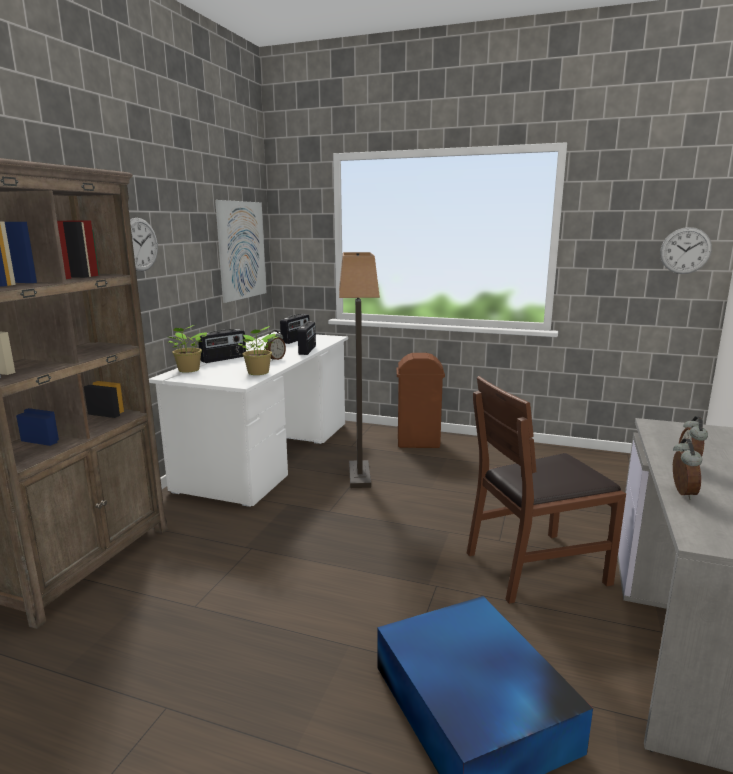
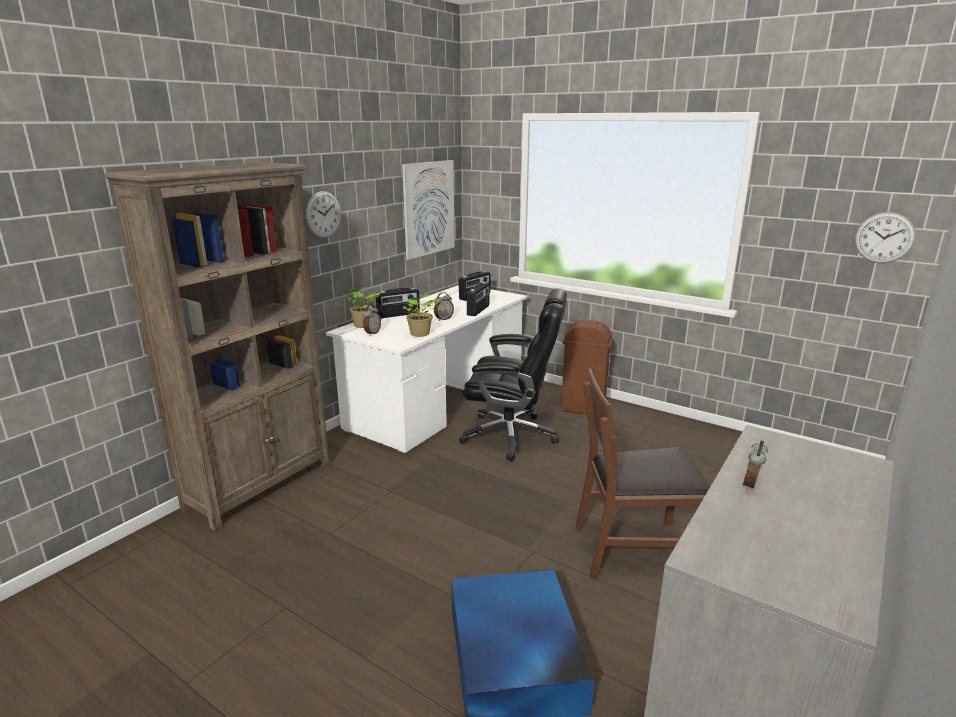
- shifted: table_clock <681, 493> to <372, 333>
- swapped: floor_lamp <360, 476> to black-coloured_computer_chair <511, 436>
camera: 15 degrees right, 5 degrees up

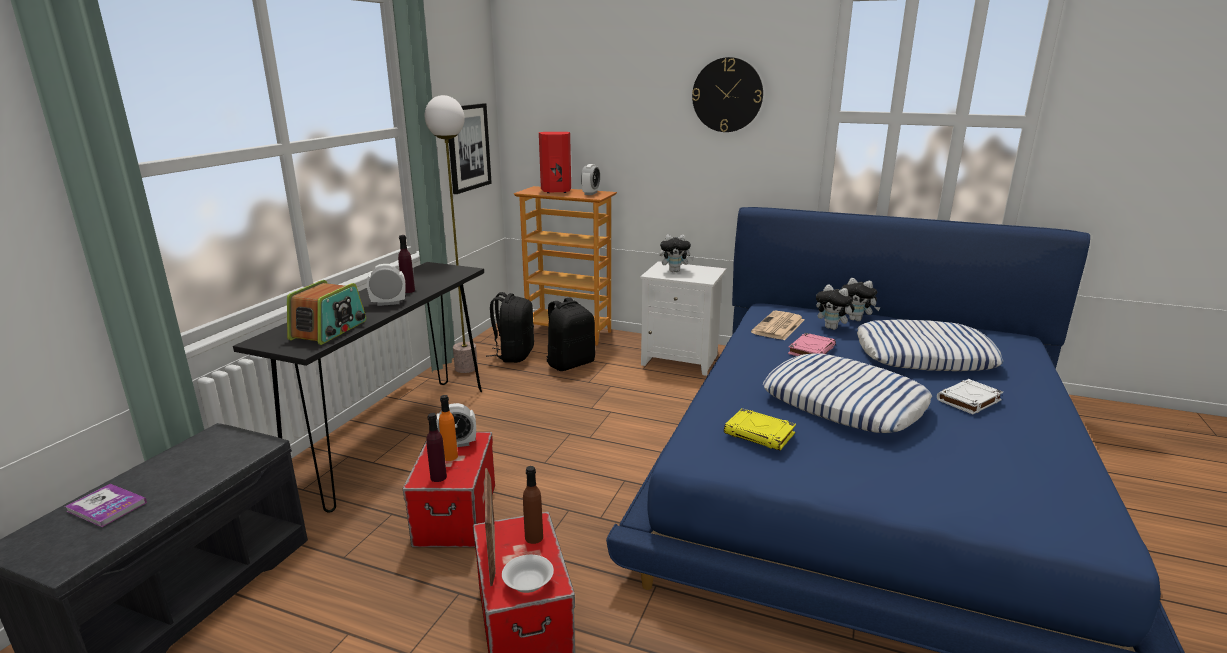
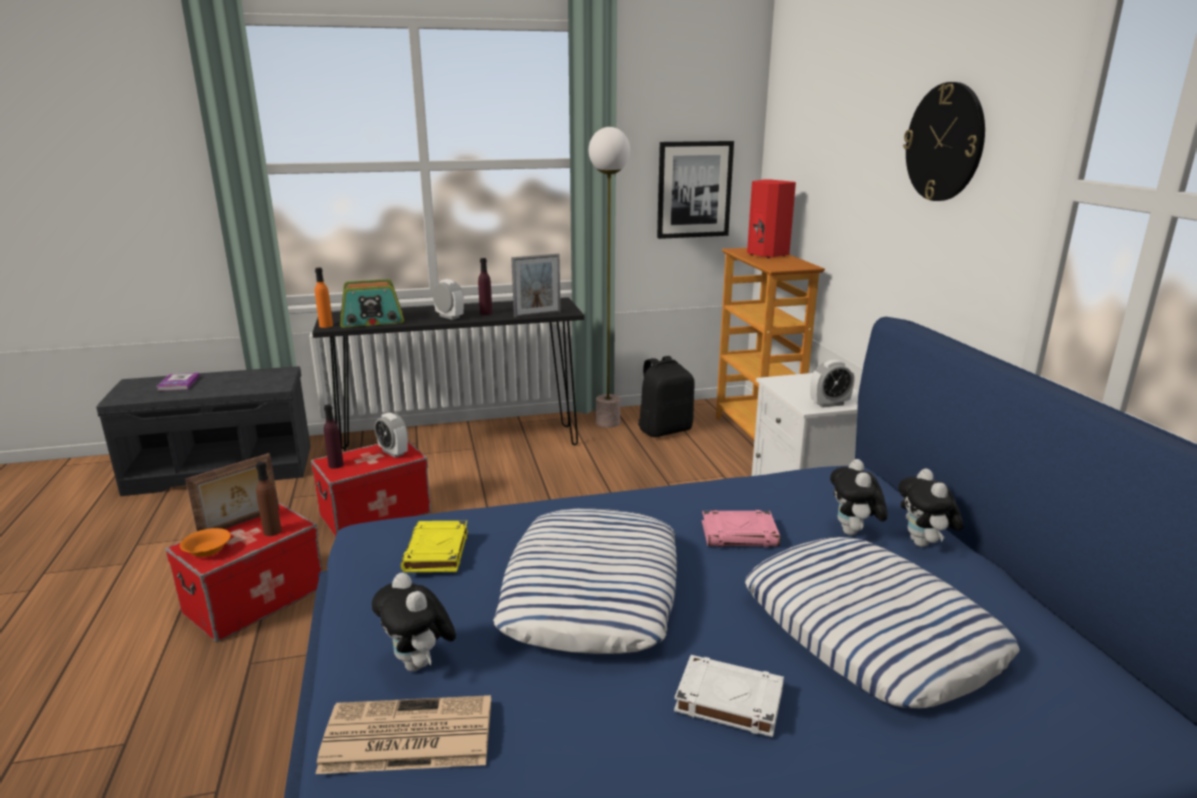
- gone: black-coloured_rucksack <570, 363>
- new: picture_frame <537, 314>
- shifted: orange-coloured_bottle <450, 456> to <326, 325>
- shifted: table_clock <590, 193> to <829, 404>
- shifted: soft_toy <675, 271> to <419, 664>
- shifted: newspaper <778, 326> to <405, 736>
- repainted: whitish_bowl <528, 583> to orange-coloured_bowl <207, 551>
camera: 55 degrees right, 0 degrees up

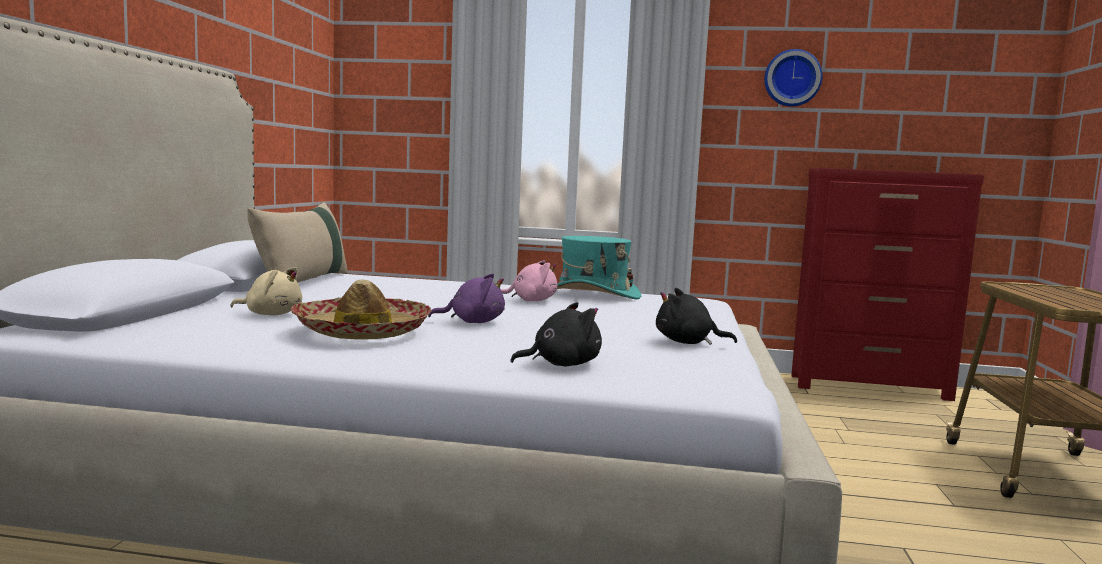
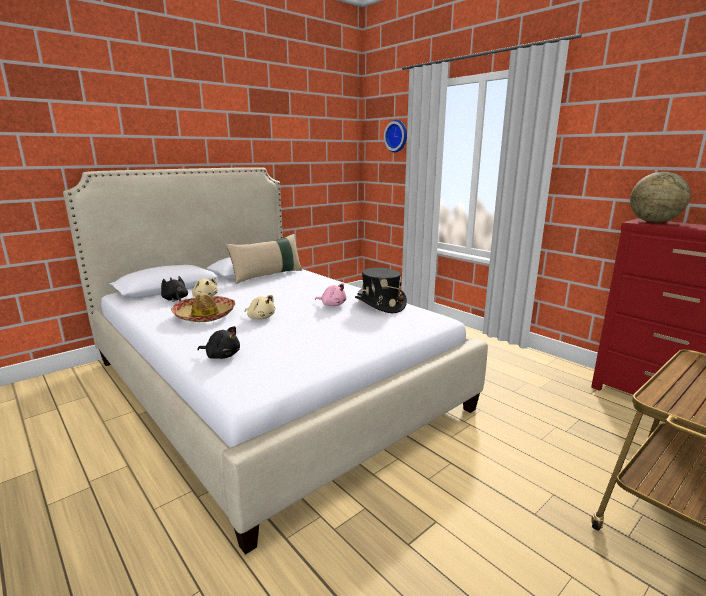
- new: world_globe <653, 222>
- shifted: black-coloured_soft_toy <687, 343> to <175, 299>
- shifted: clock_on_the_wall <792, 78> to <397, 136>
- repainted: purple_soft_toy <473, 322> to beige-coloured_soft_toy <260, 317>
- repainted: turquoise-coloured_clothing_hat <593, 294> to black-coloured_clothing_hat <380, 304>
camera: 40 degrees right, 10 degrees up

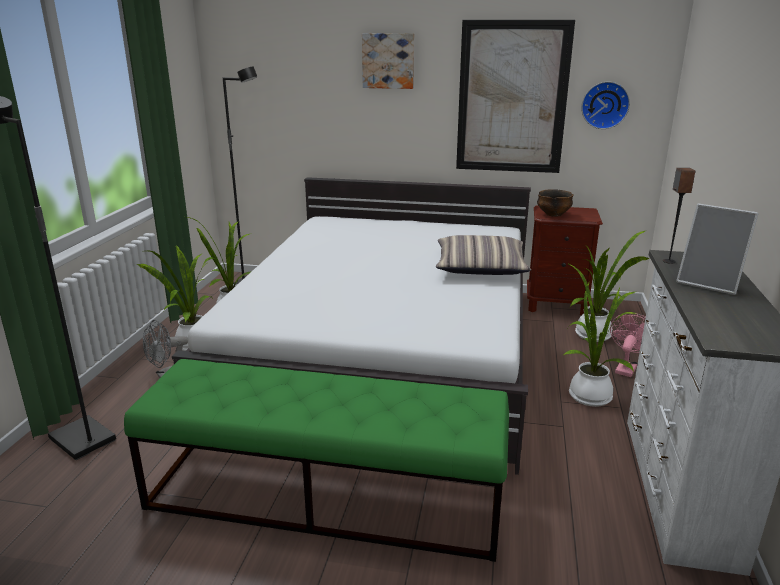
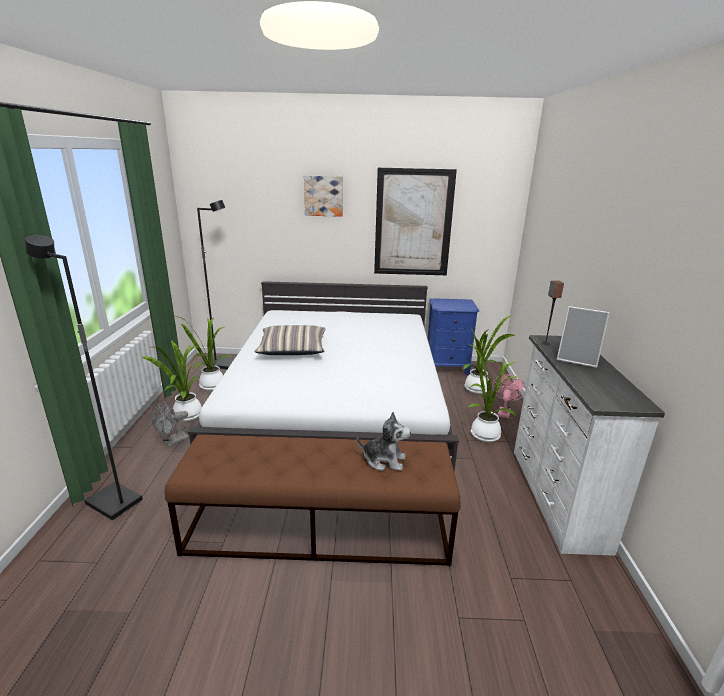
- gone: bowl <553, 215>
- gone: clock_on_the_wall <604, 105>
- new: soft_toy <384, 460>
- shifted: pillow <480, 267> to <292, 349>
- repainted: greenish_bench <326, 496> to brown_bench <319, 529>
- repainted: brown_night_table <557, 305> to blue_night_table <447, 367>
camera: 10 degrees left, 0 degrees up

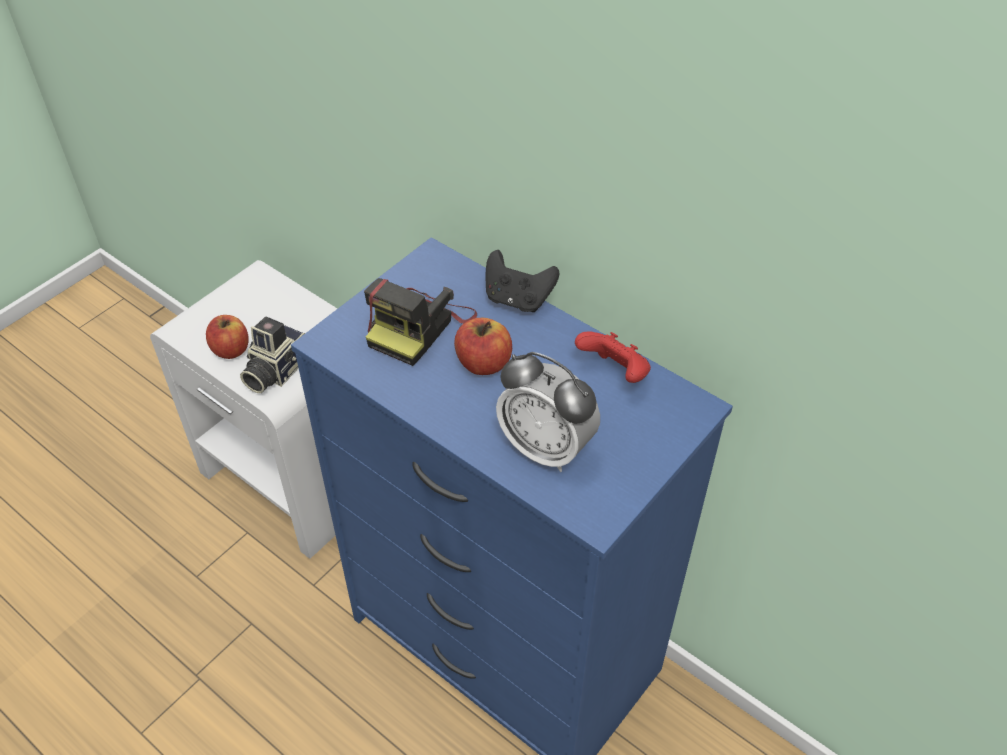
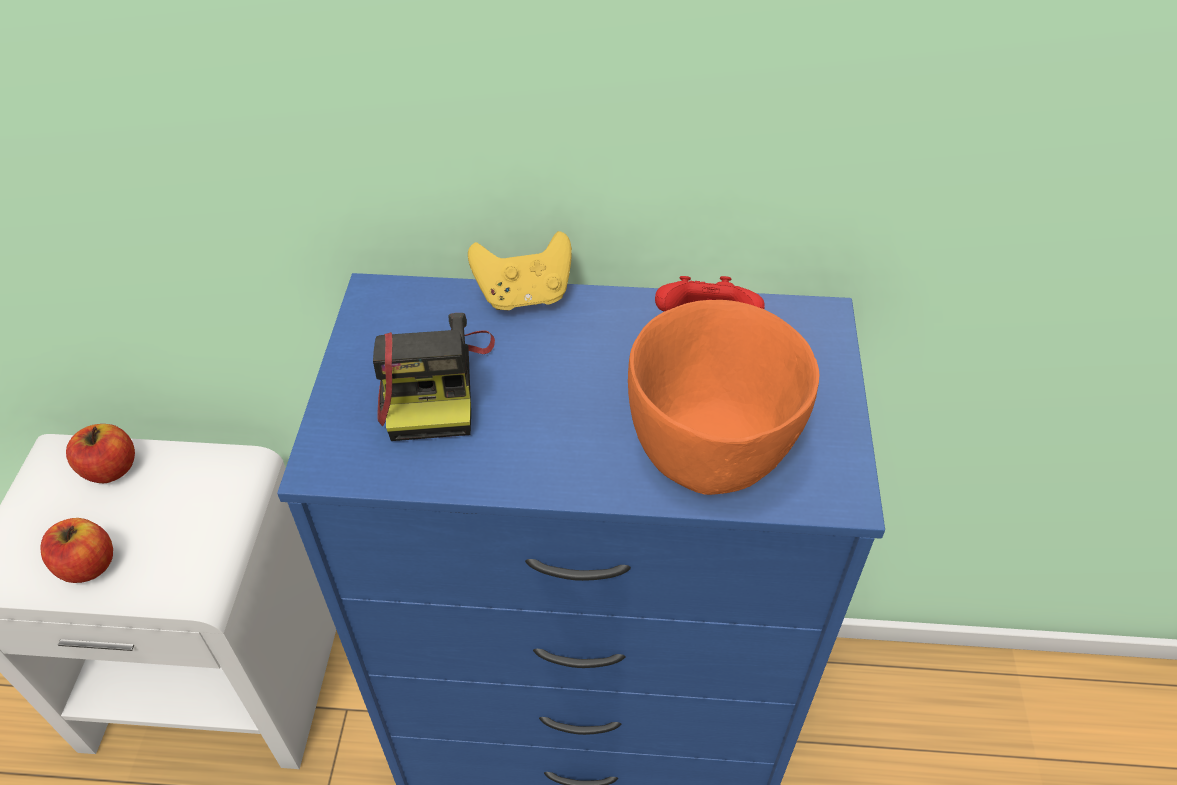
- gone: still_camera <274, 370>
- shifted: apple <483, 363> to <110, 469>
- swapped: table_clock <546, 448> to orange-coloured_bowl <713, 447>
- repainted: black-coloured_joypad <518, 299> to yellow_joypad <524, 296>
camera: 35 degrees left, 0 degrees up

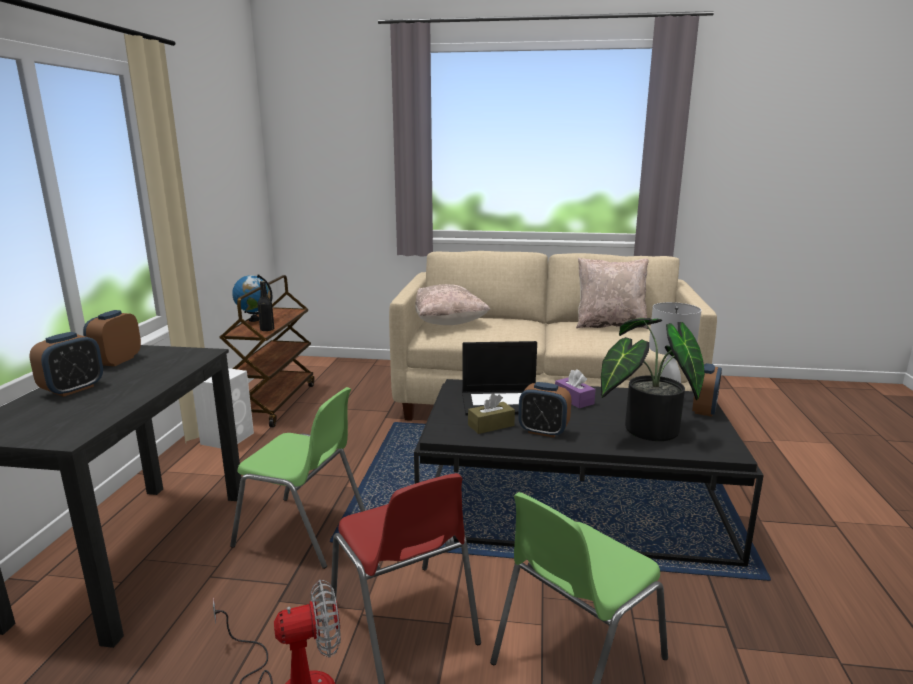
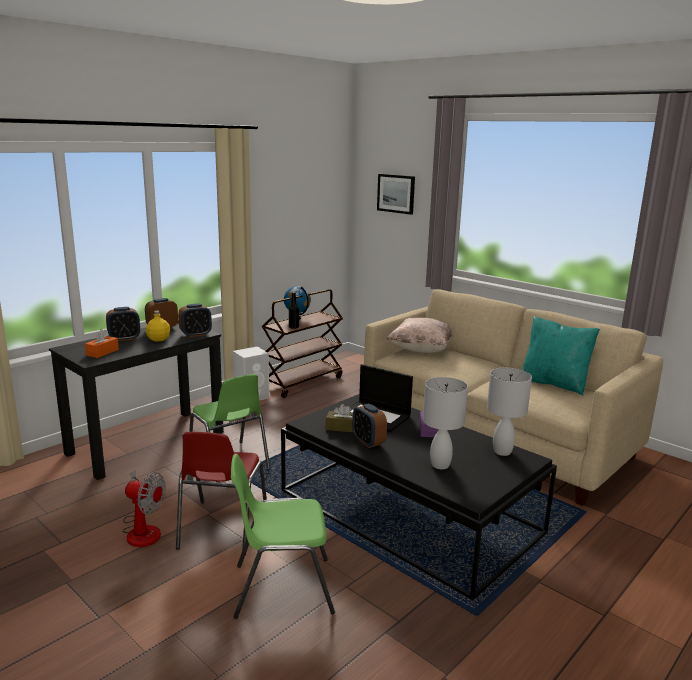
- new: orange-coloured_box_of_tissues <102, 352>
- new: yellow_bottle <158, 339>
- new: wall_art <396, 193>
- shifted: table_clock <704, 410> to <196, 334>
- swapped: potted_plant <644, 430> to whitish_table_lamp <439, 465>
- repainted: beige-coloured_pillow <610, 325> to turquoise-coloured_pillow <554, 383>
camera: 35 degrees right, 0 degrees up

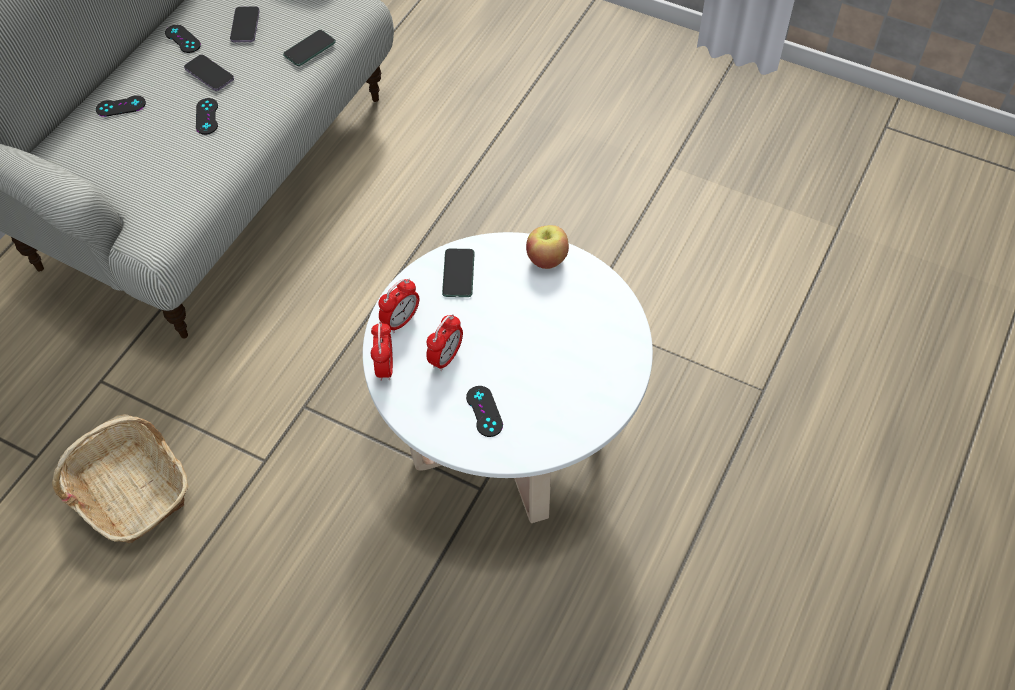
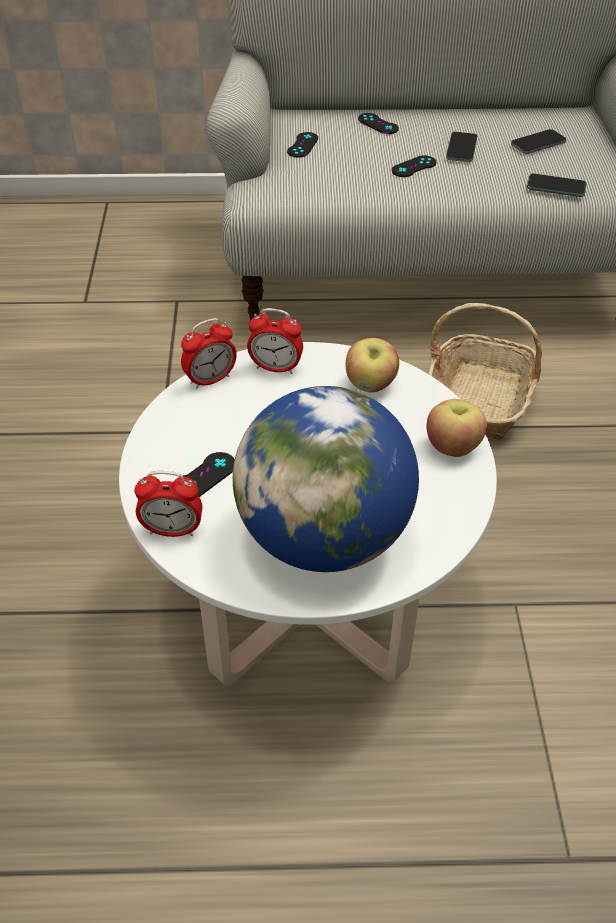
- new: world_globe <324, 537>
- shifted: household_basket <130, 489> to <479, 399>
- shifted: black-coloured_joypad <182, 39> to <302, 145>
- shifted: table_clock <446, 358> to <172, 530>
- swapped: handset <458, 274> to apple <370, 384>
camera: 60 degrees right, 10 degrees down

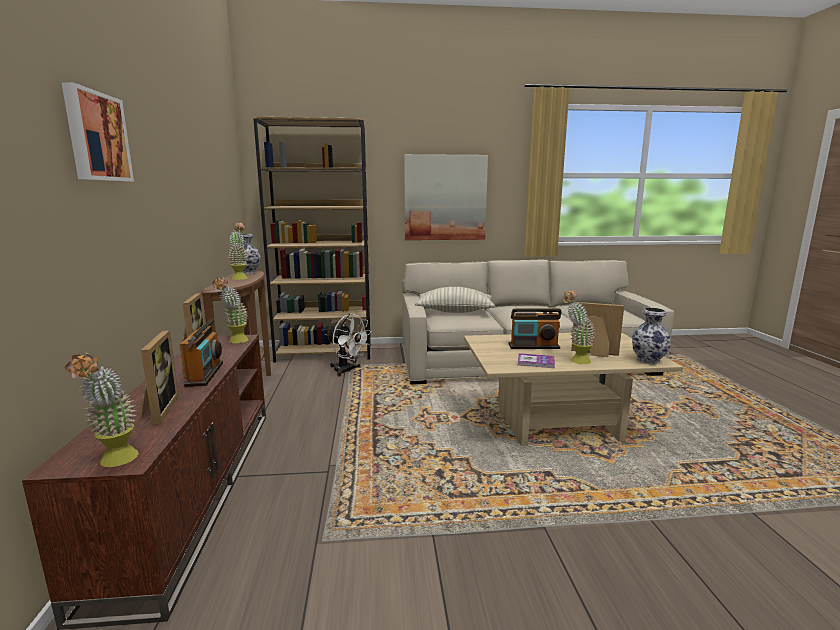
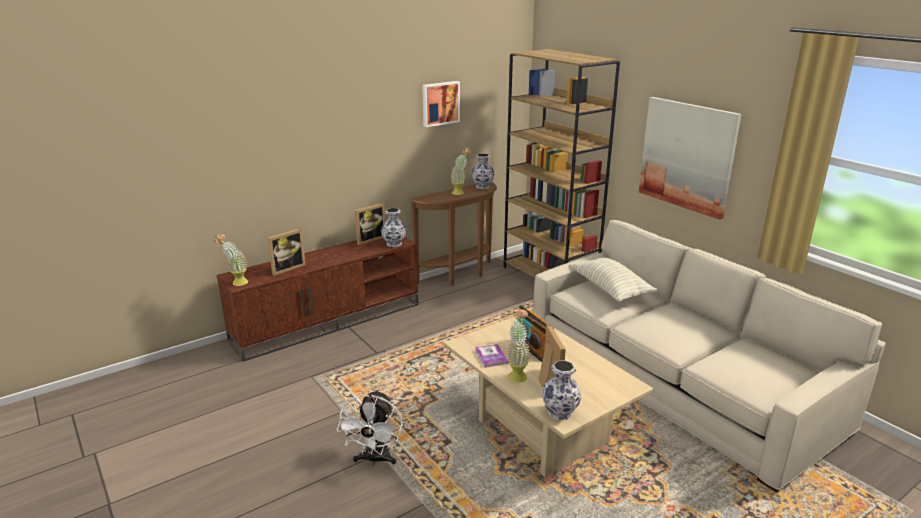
- gone: radio_set <205, 374>
- shifted: wall_art <96, 137> to <440, 103>
- shifted: whitish_fan <347, 371> to <375, 460>
- swapped: potted_plant <235, 342> to flower_vase <393, 244>
camera: 60 degrees right, 10 degrees up

